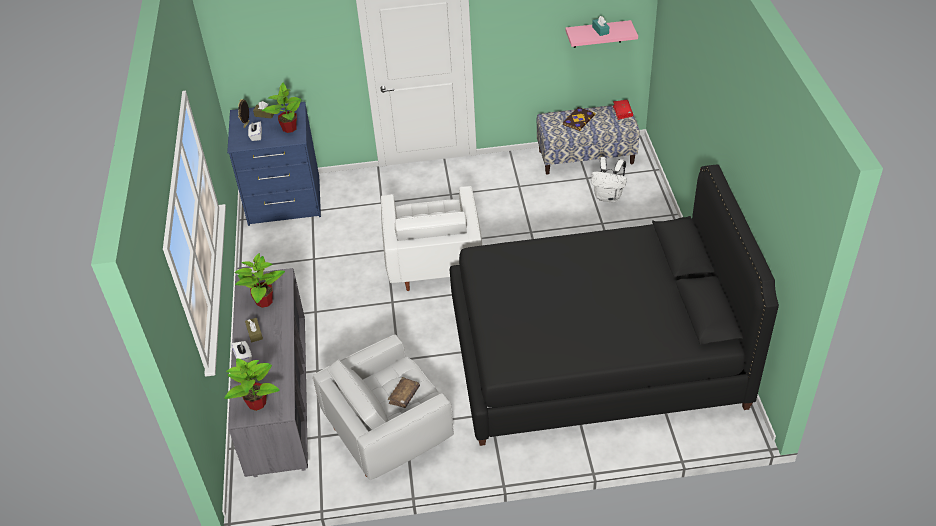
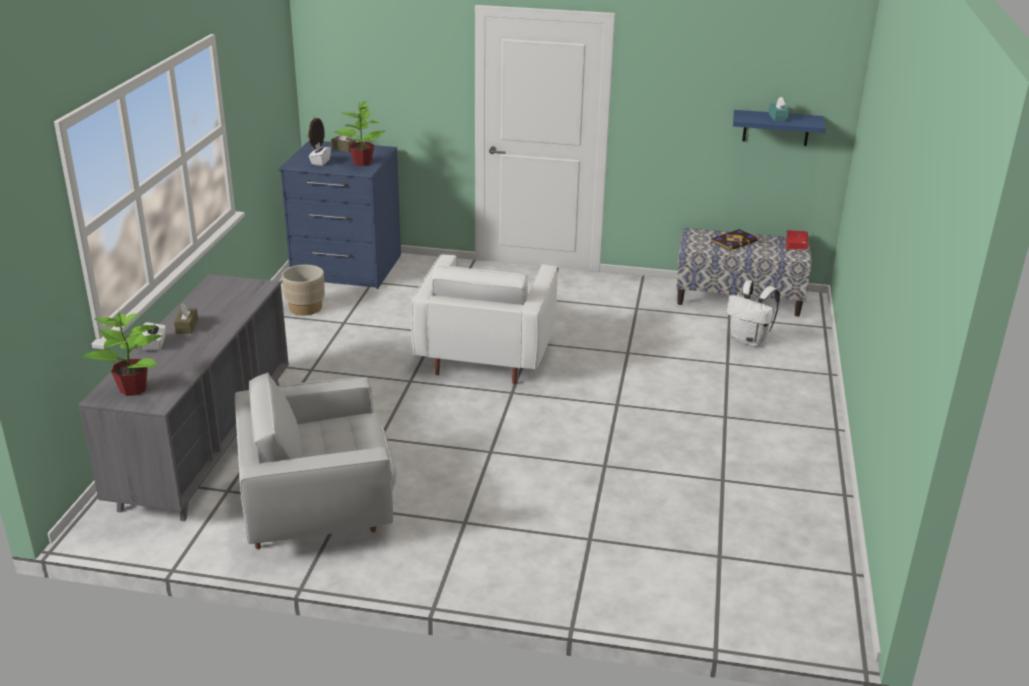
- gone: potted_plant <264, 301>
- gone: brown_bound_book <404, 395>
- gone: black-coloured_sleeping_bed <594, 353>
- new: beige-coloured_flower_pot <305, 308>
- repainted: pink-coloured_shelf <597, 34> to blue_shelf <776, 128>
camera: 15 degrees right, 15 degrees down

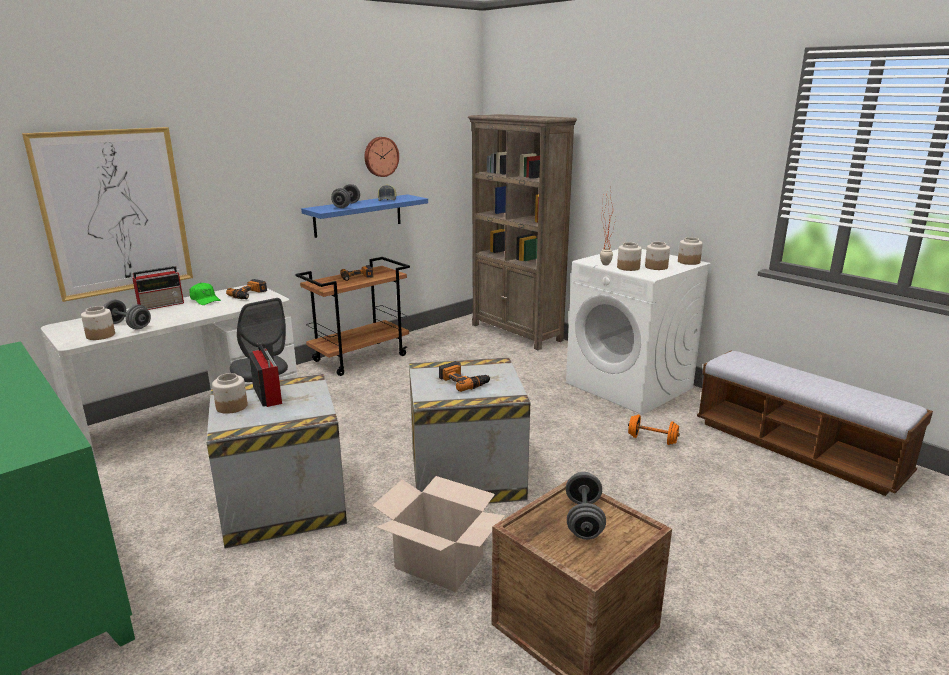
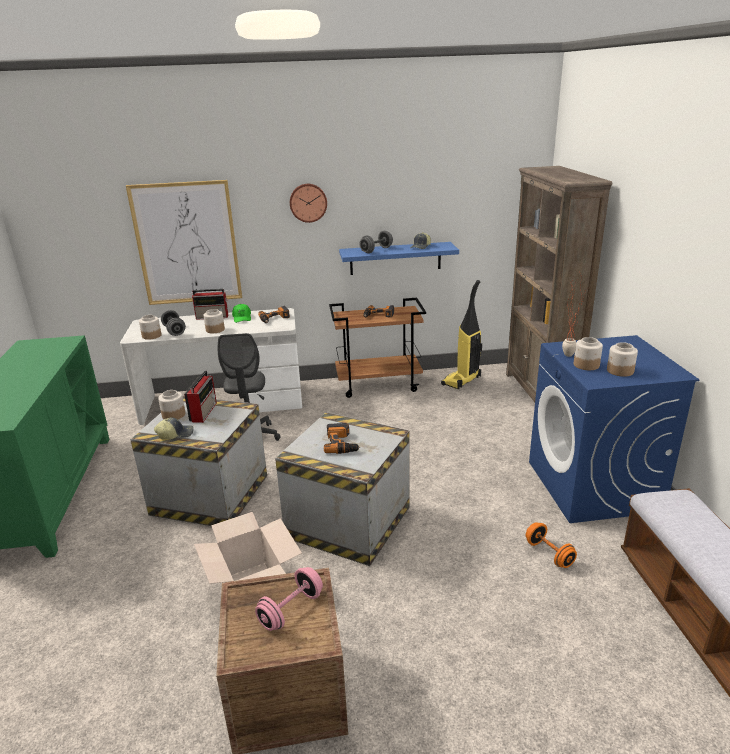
- new: cap <175, 434>
- new: hoover <461, 381>
- shifted: clock_on_the_wall <380, 156> to <308, 202>
- shifted: jar <688, 262> to <215, 330>
- repainted: whitish_laundry_machine <630, 385> to blue_laundry_machine <593, 486>
- repainted: gray_dumbbell <584, 519> to pink-coloured_dumbbell <291, 610>
camera: 35 degrees right, 5 degrees up

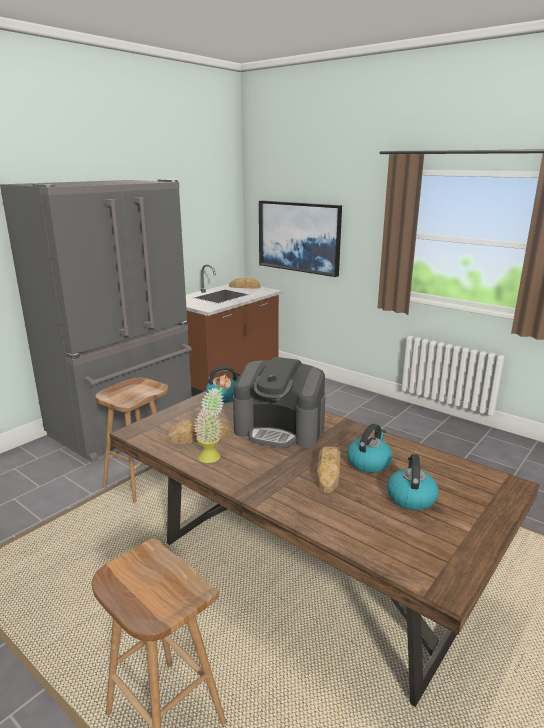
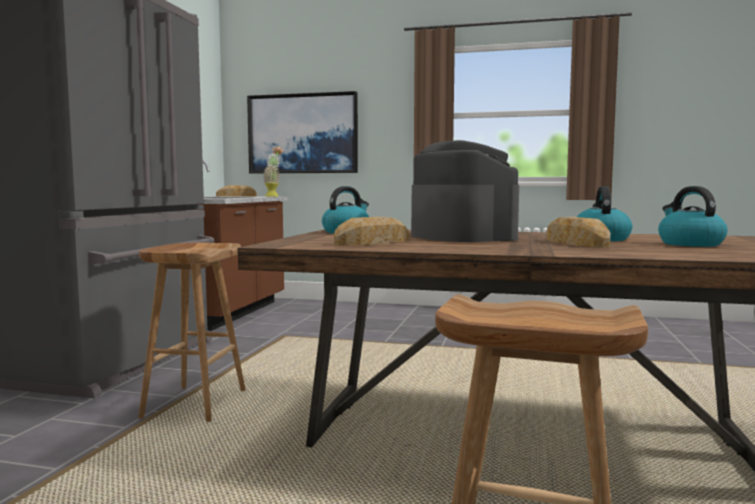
- shifted: potted_plant <214, 454> to <273, 196>
- rotated: coffee_machine <280, 429> = <461, 236> 105 degrees counterclockwise
camera: 25 degrees left, 15 degrees down

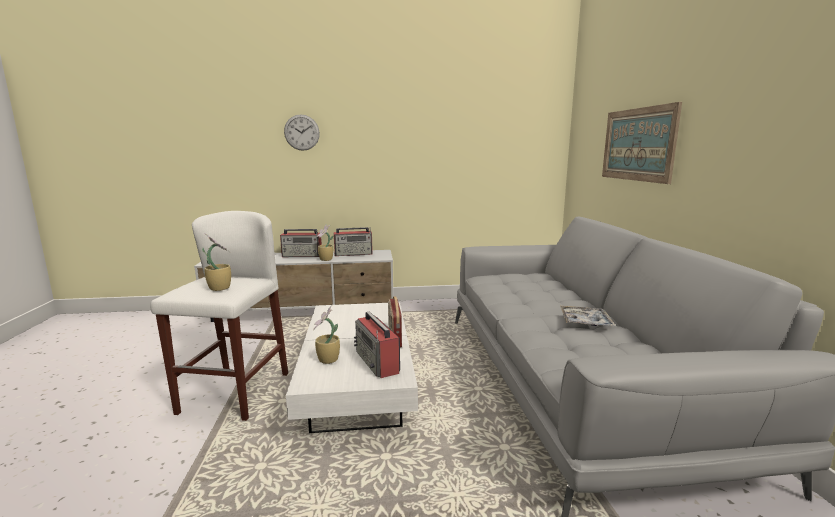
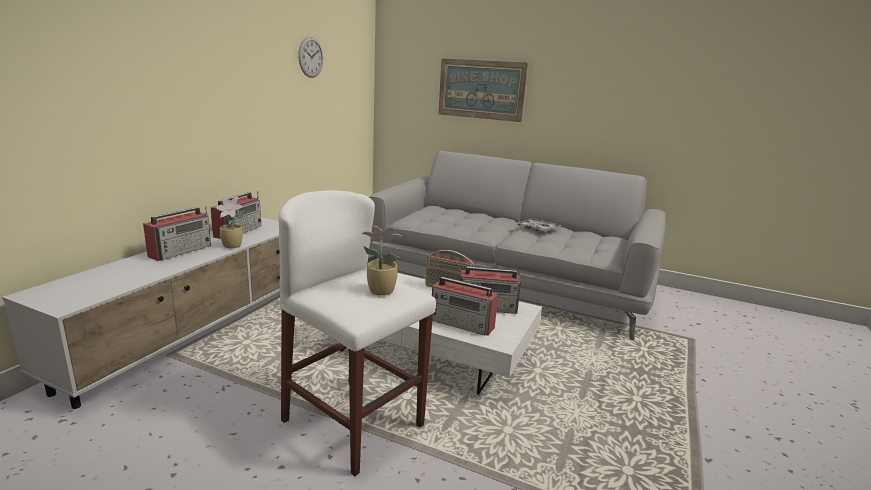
- shifted: clock_on_the_wall <301, 132> to <310, 57>
- swapped: potted_plant <328, 360> to radio_set <462, 324>
camera: 60 degrees left, 5 degrees up

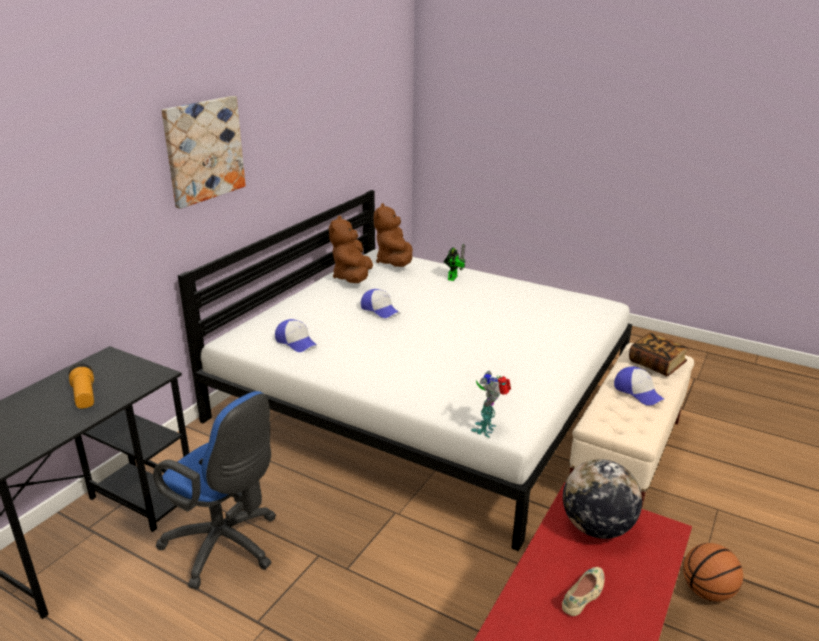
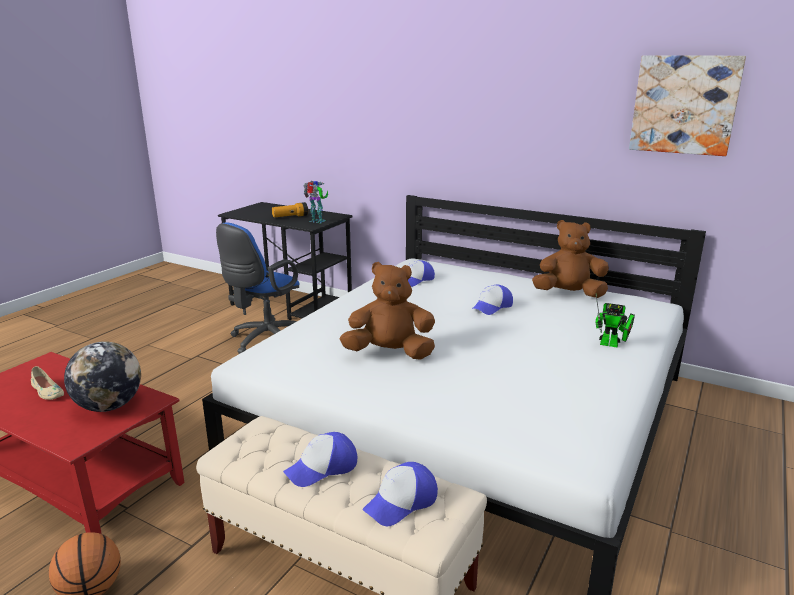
- shifted: wall_art <204, 150> to <684, 105>
- shifted: brown_soft_toy <395, 263> to <390, 353>
- shifted: model_robot <487, 429> to <317, 221>
- swapped: bound_book <656, 364> to cap <401, 502>
camera: 90 degrees right, 5 degrees down

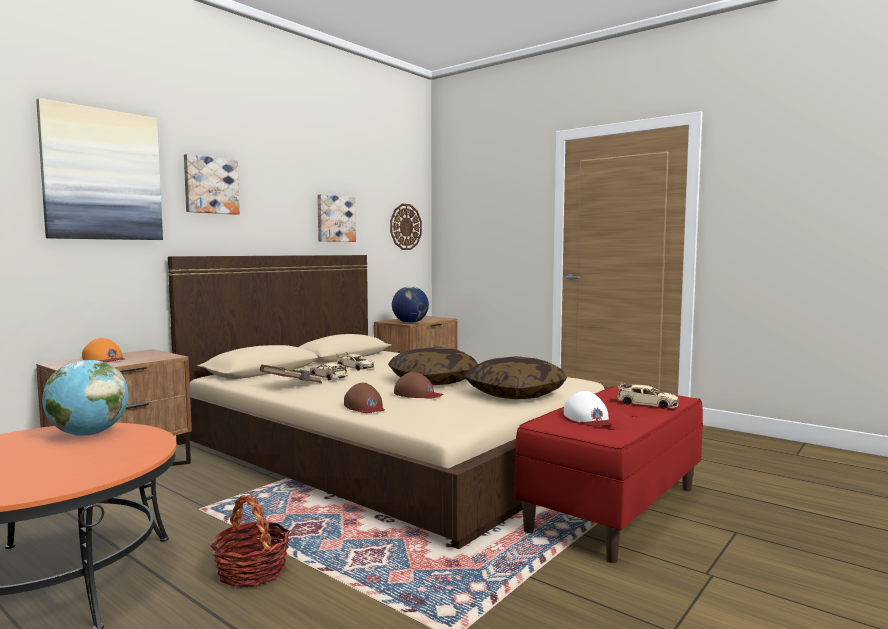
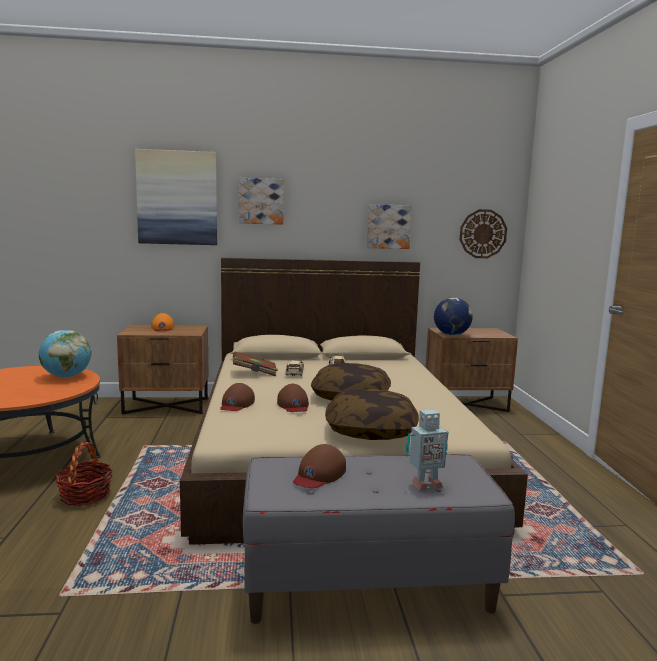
- swapped: beige-coloured_toy_car <647, 404> to model_robot <425, 484>
- repainted: red_bench <613, 509> to gray_bench <367, 583>
- repainted: whitish_cap <588, 418> to brown_cap <319, 474>
camera: 45 degrees right, 5 degrees up

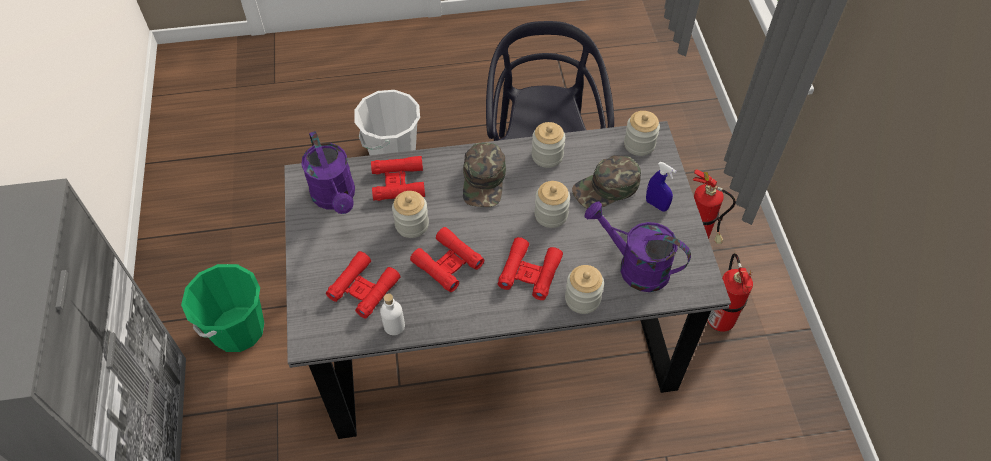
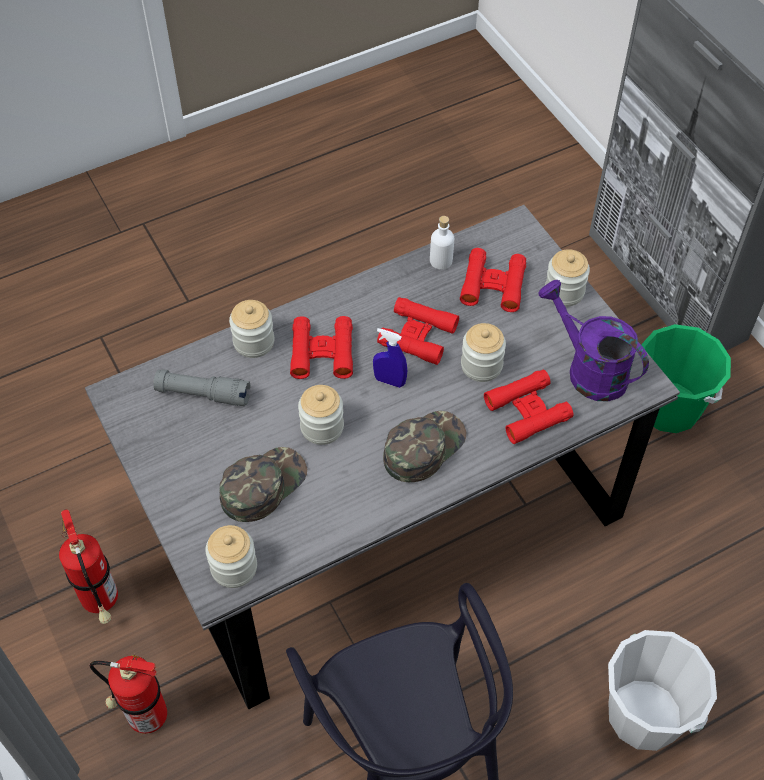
- shifted: jar <547, 156> to <564, 291>
- shifted: blue_spray_bottle <656, 205> to <389, 381>
- swapped: purple_sprinkling_can <634, 267> to gray_hand_torch <203, 394>
- rotated: greenish_cap <484, 180> = <423, 447> 60 degrees clockwise
camera: 160 degrees right, 0 degrees up

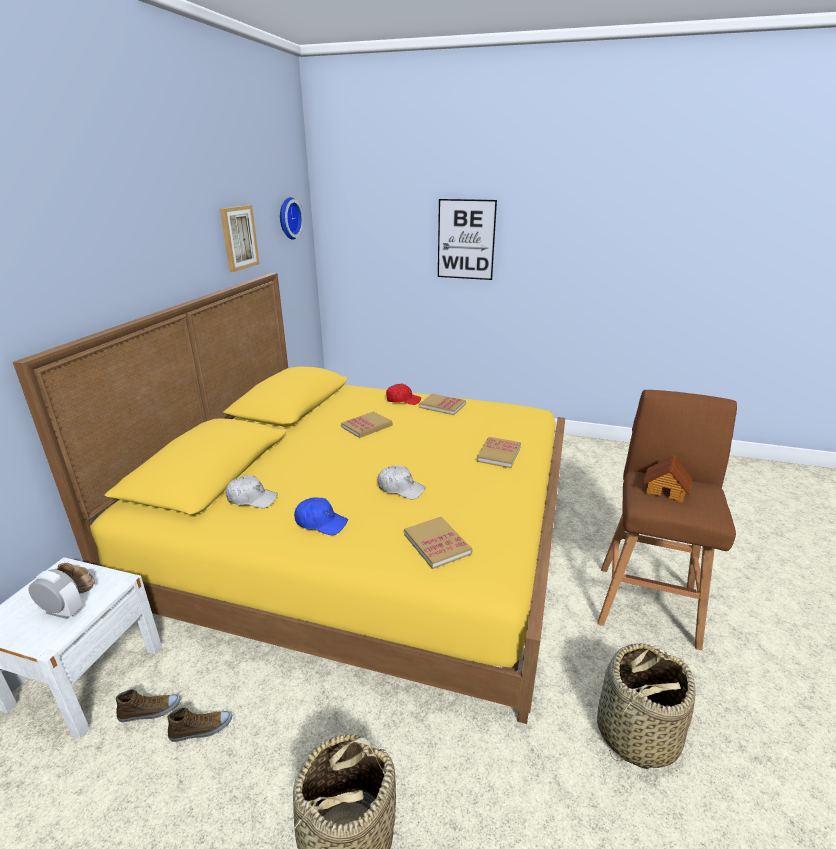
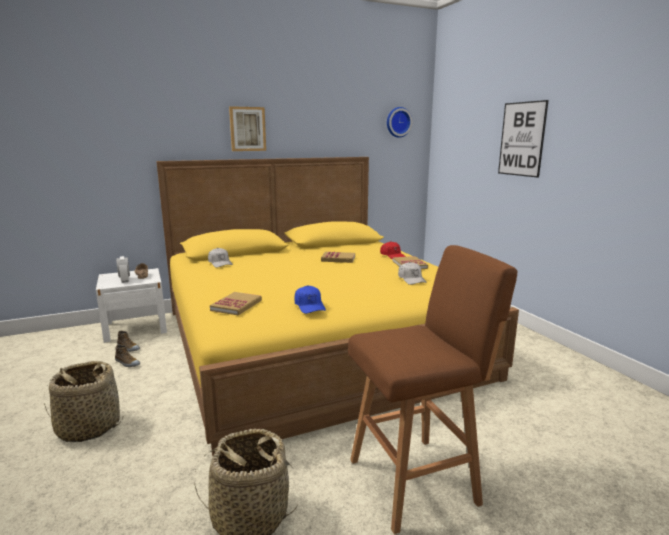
- gone: bound_book <499, 454>
- gone: model_house <666, 490>
- shifted: wall_art <238, 237> to <247, 129>
- shifted: blue_cap <321, 522> to <309, 306>
- shifted: whitish_cap <400, 488> to <411, 279>
camera: 50 degrees right, 10 degrees down

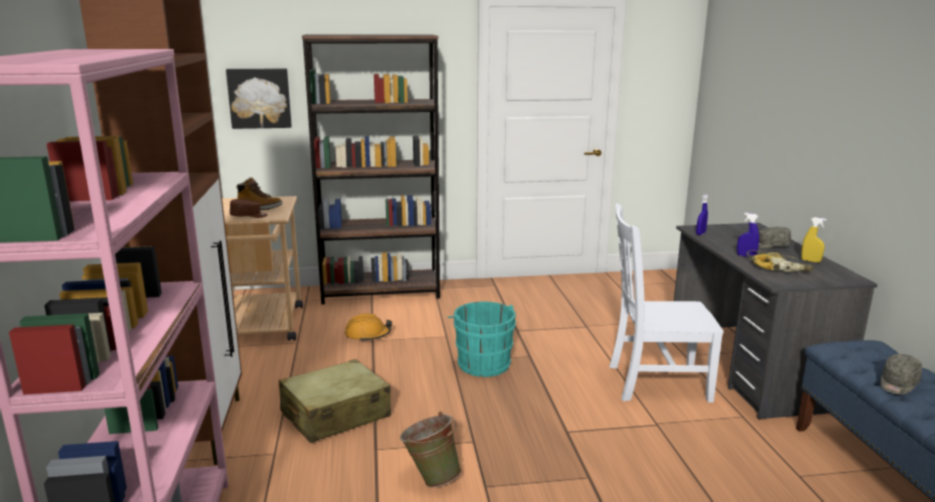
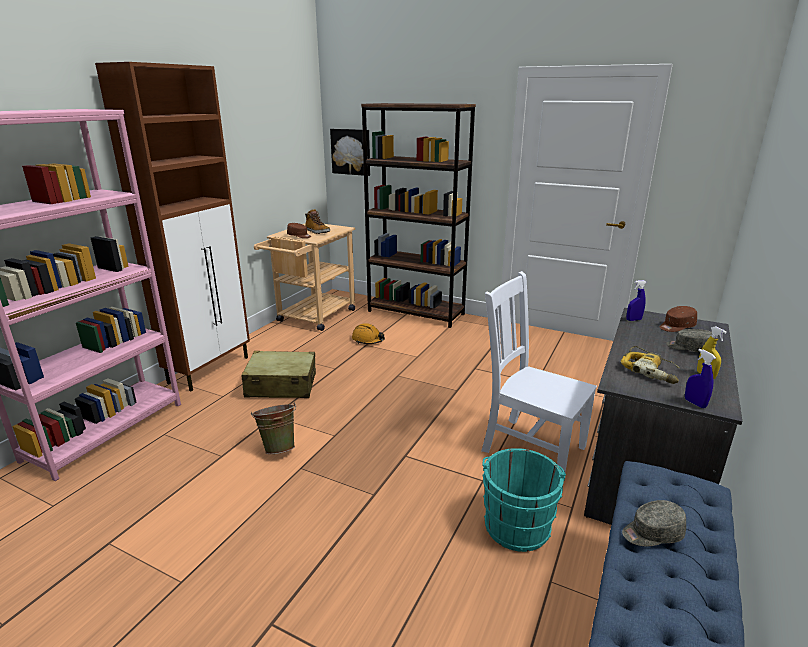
- new: brown_cap <676, 326>
- shifted: turquoise-coloured_water_bucket <482, 363> to <517, 524>
- shifted: blue_spray_bottle <746, 256> to <694, 403>
camera: 35 degrees right, 5 degrees up

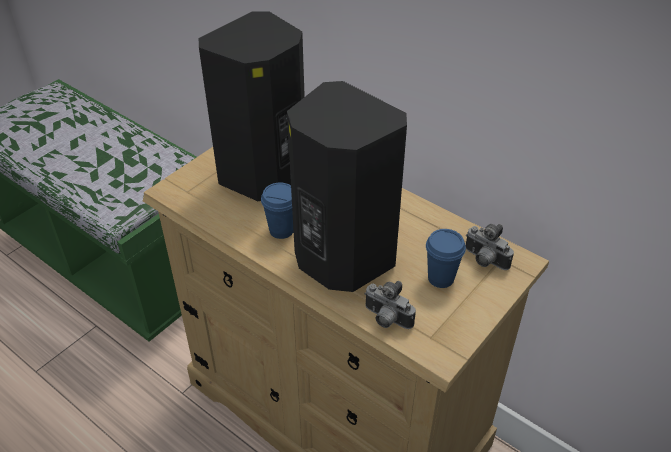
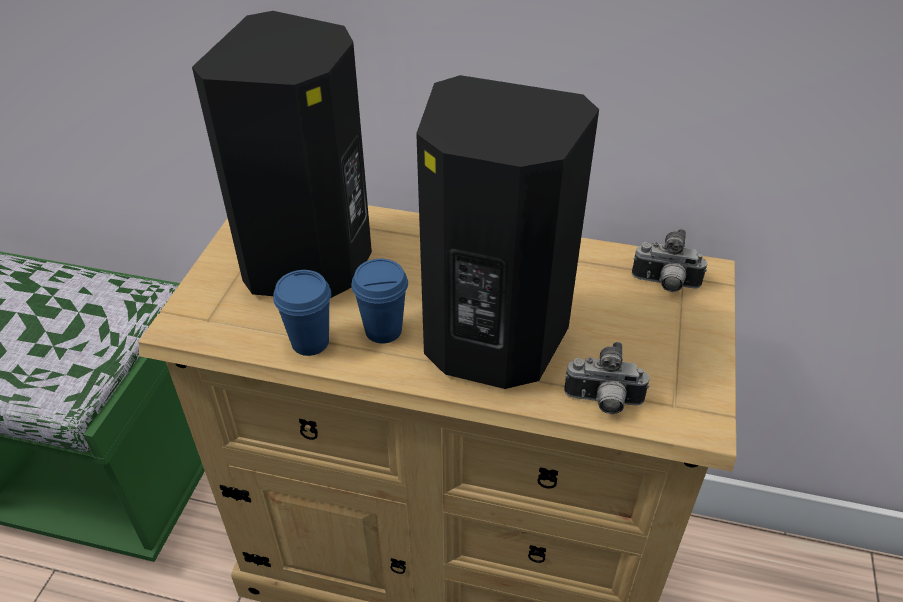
- shifted: blue_drinking_cup <441, 278> to <310, 342>
camera: 25 degrees left, 0 degrees up

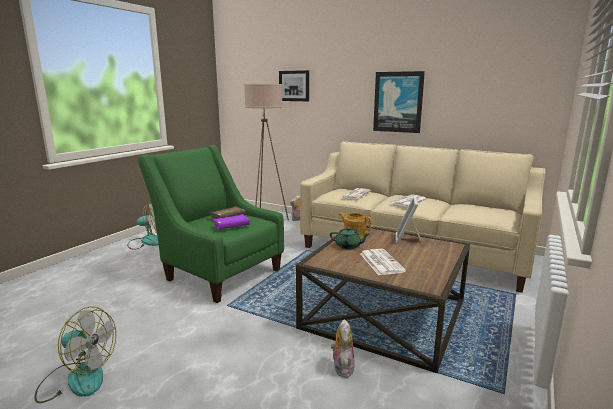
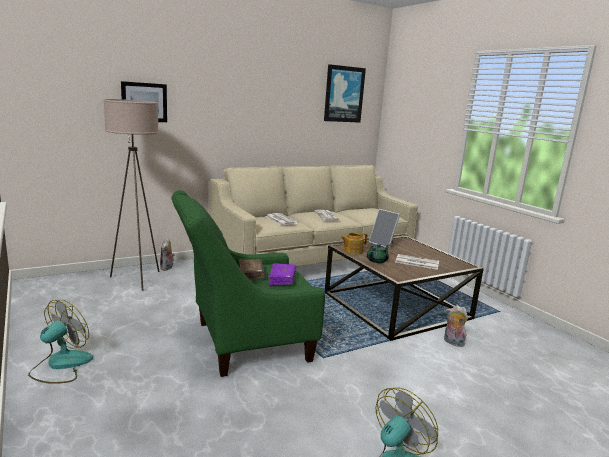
- shifted: wall_art <398, 102> to <344, 94>
camera: 60 degrees left, 0 degrees up

